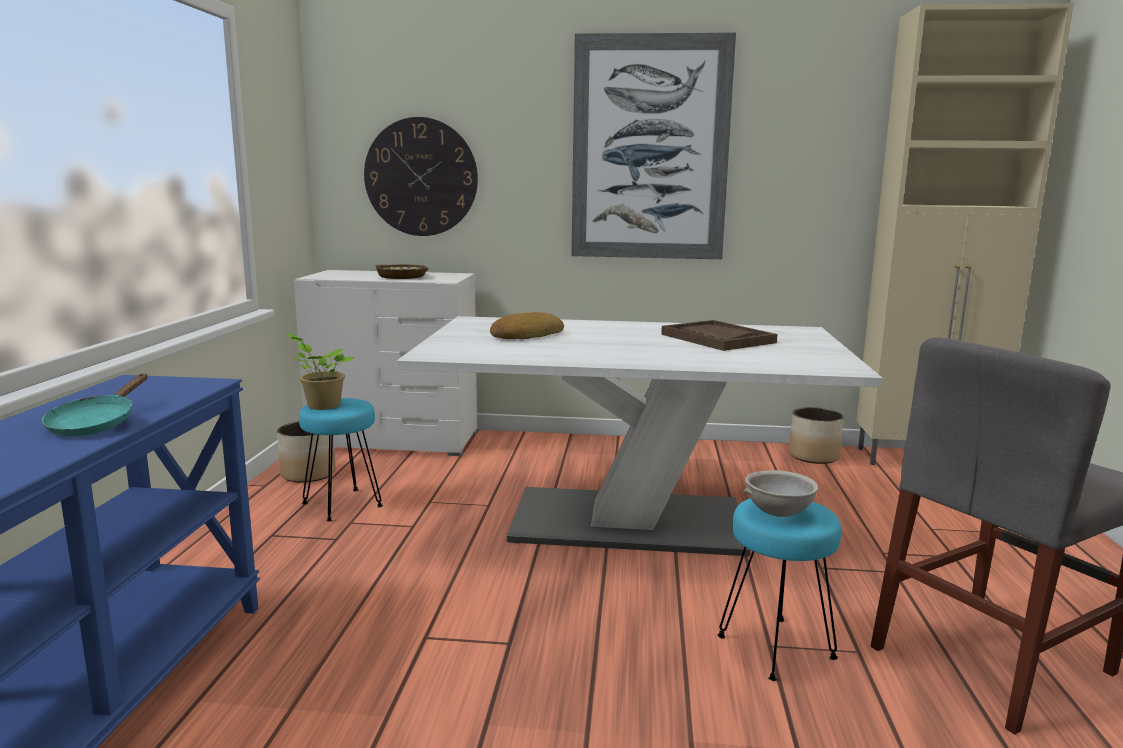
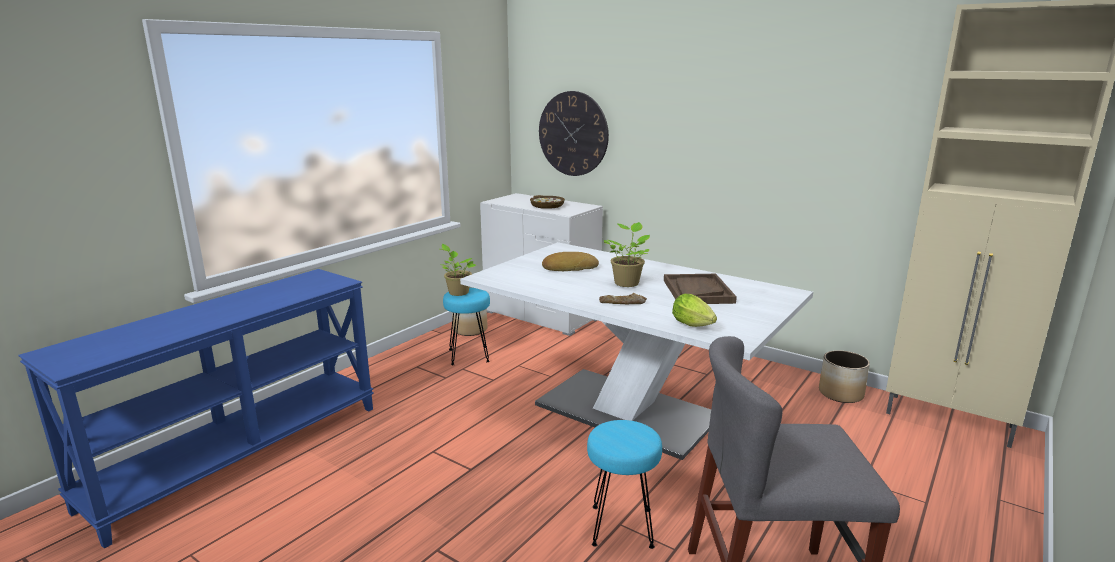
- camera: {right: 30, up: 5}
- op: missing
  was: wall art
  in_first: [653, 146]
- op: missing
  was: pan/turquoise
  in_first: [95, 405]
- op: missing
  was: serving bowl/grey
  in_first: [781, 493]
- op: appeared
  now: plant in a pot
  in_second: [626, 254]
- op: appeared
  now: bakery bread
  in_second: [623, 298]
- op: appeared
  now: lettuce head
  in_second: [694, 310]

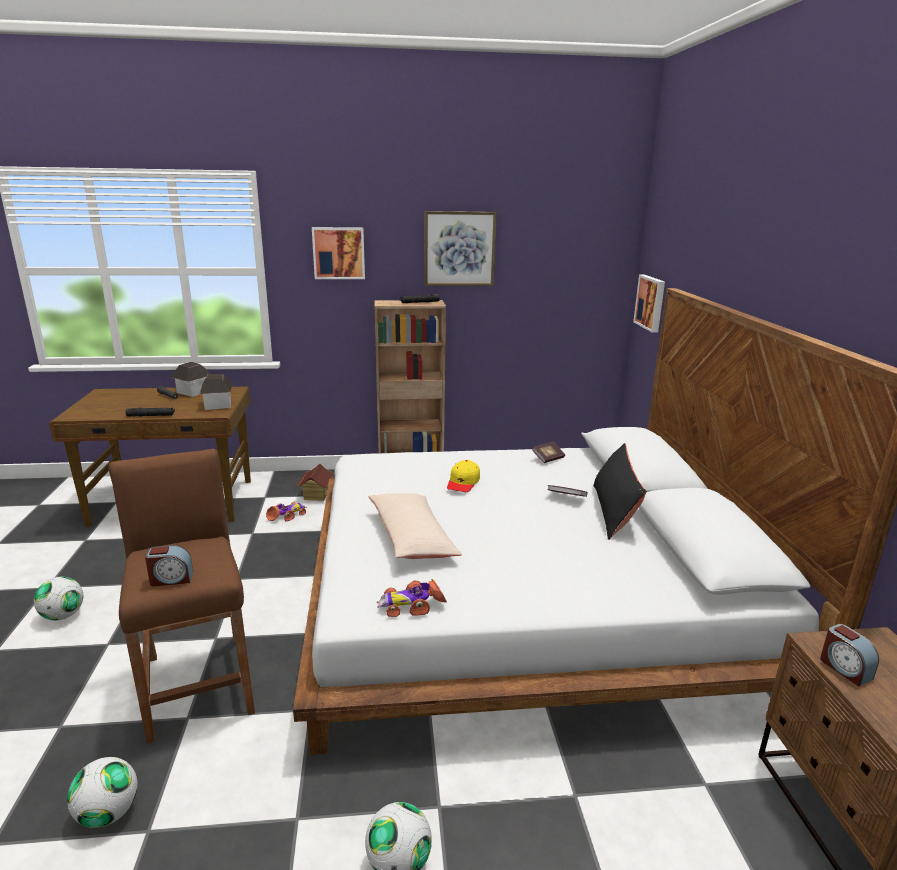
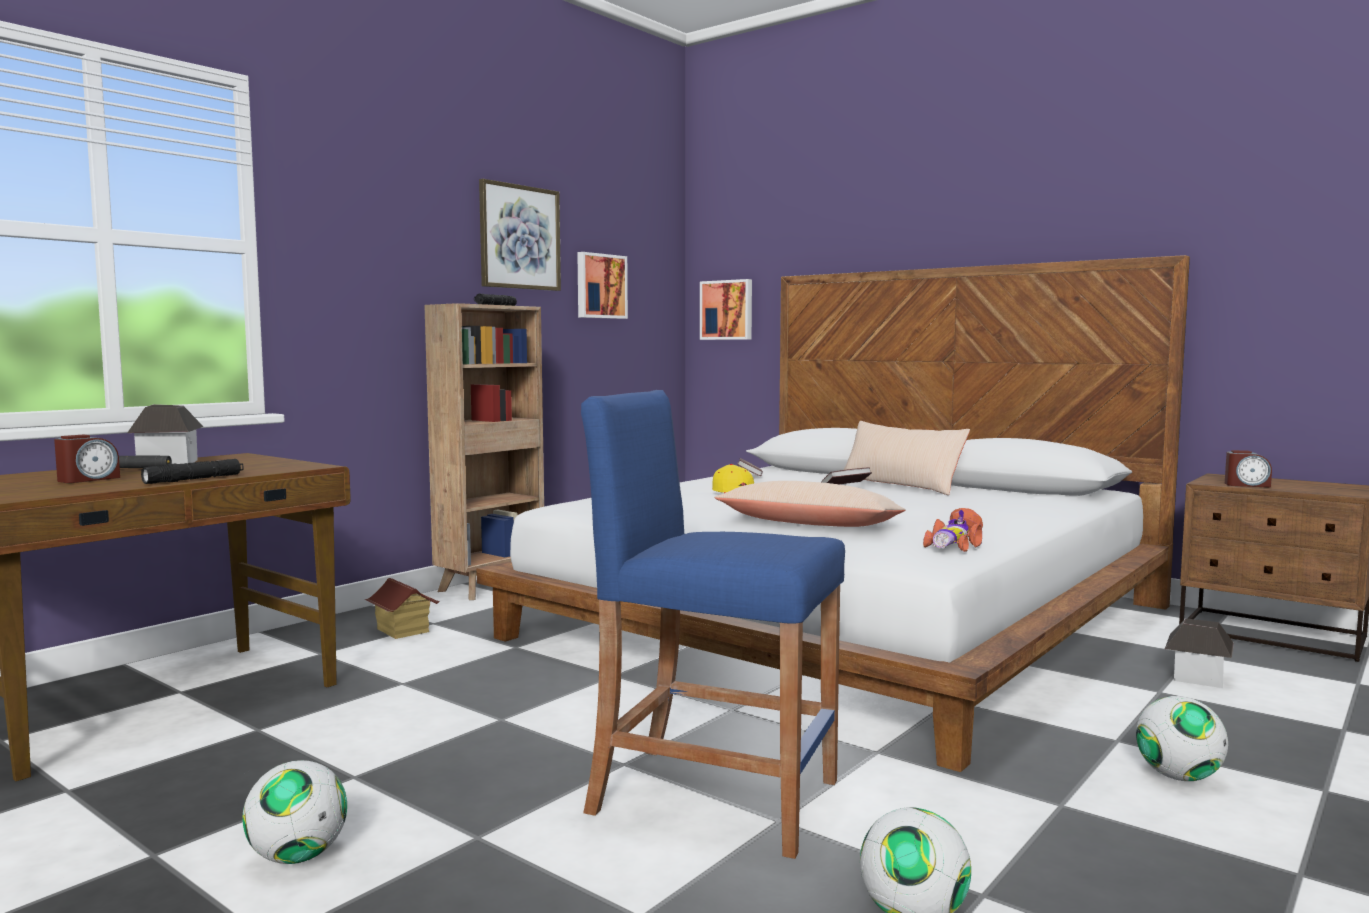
- camera: {right: -45, up: -15}
- op: relocated
  was: wall art
  in_first: [338, 253]
  in_second: [602, 285]
- op: relocated
  was: toy house
  in_first: [216, 392]
  in_second: [1199, 653]
- op: colour
  was: cushion/black-coloured
  now: cushion/beige-coloured
  in_first: [620, 491]
  in_second: [907, 458]
- op: colour
  was: stool/brown-coloured
  now: stool/blue-coloured
  in_first: [182, 596]
  in_second: [713, 624]
- op: missing
  was: model car
  in_first: [286, 511]
- op: relocated
  was: table clock
  in_first: [169, 565]
  in_second: [87, 459]

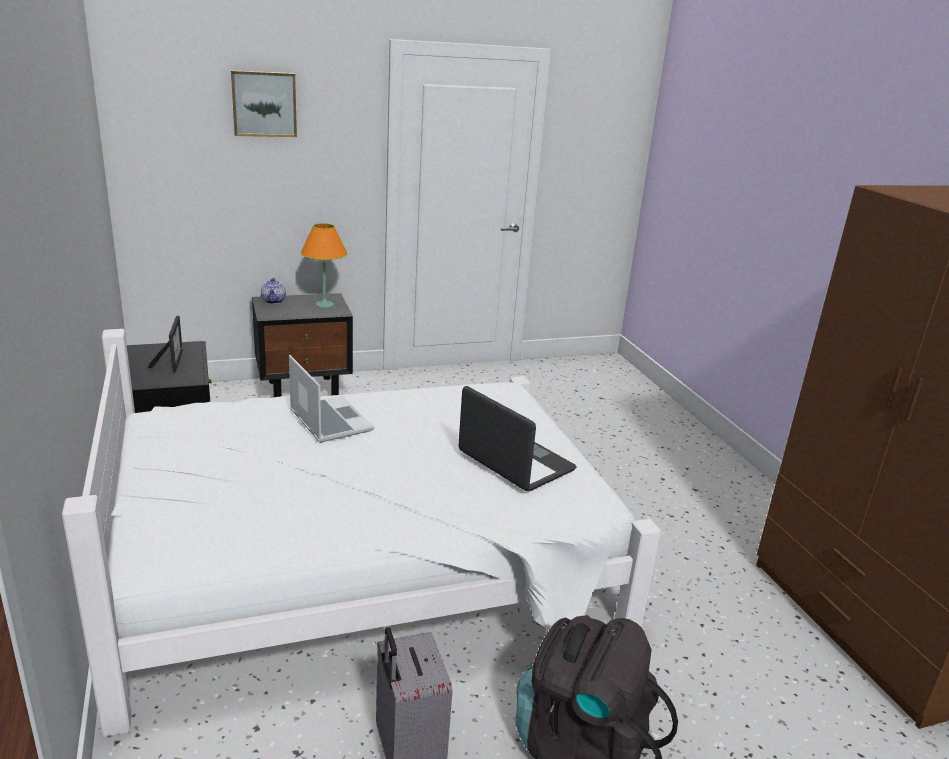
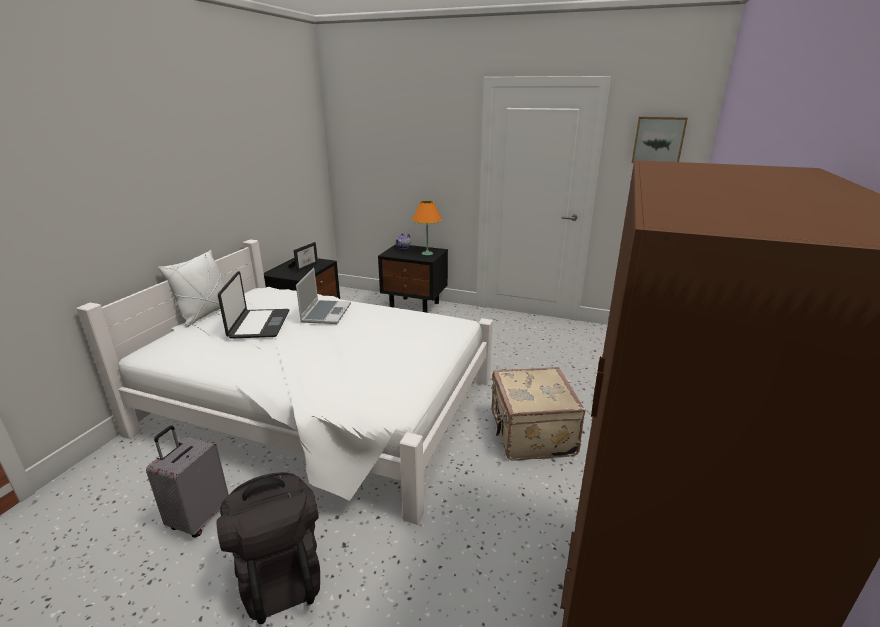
- camera: {right: 40, up: 0}
- op: relocated
  was: wall art
  in_first: [264, 103]
  in_second: [660, 140]
- op: relocated
  was: portable computer
  in_first: [517, 438]
  in_second: [253, 305]
- op: appeared
  now: cushion/white-coloured
  in_second: [191, 288]
- op: appeared
  now: suitcase/beige-coloured
  in_second: [538, 414]

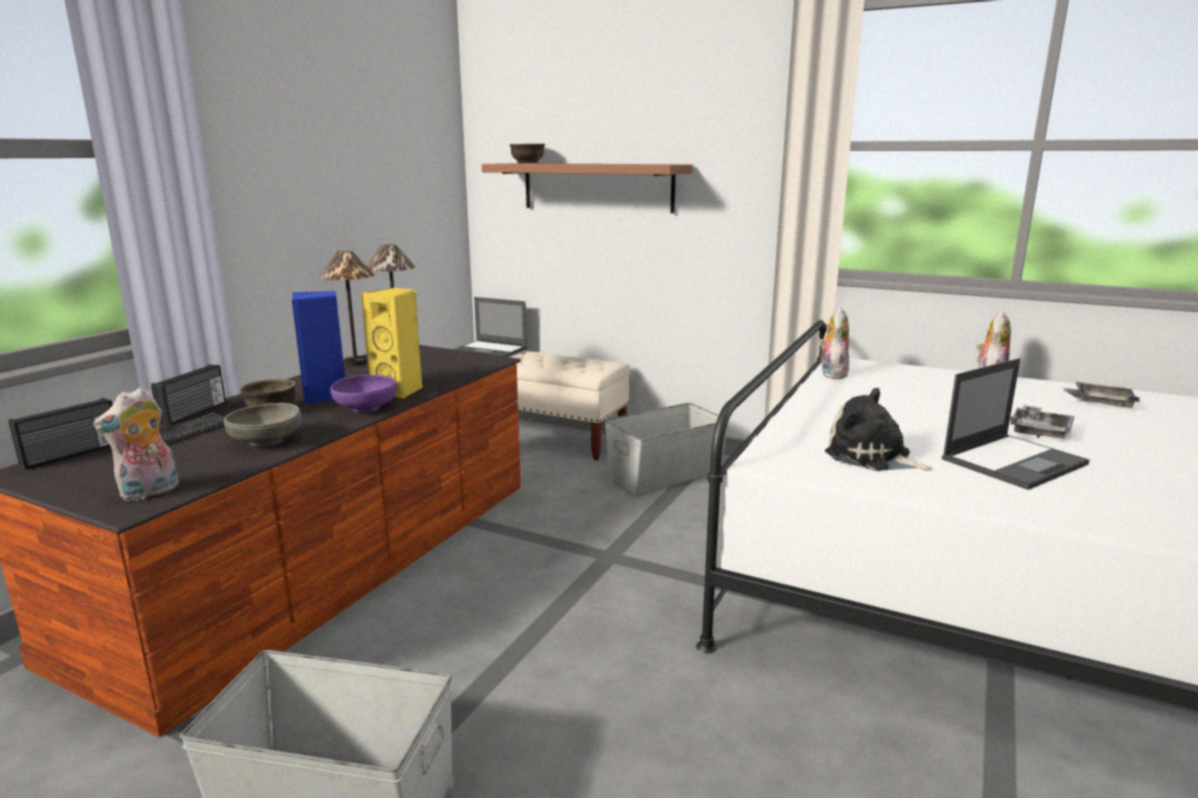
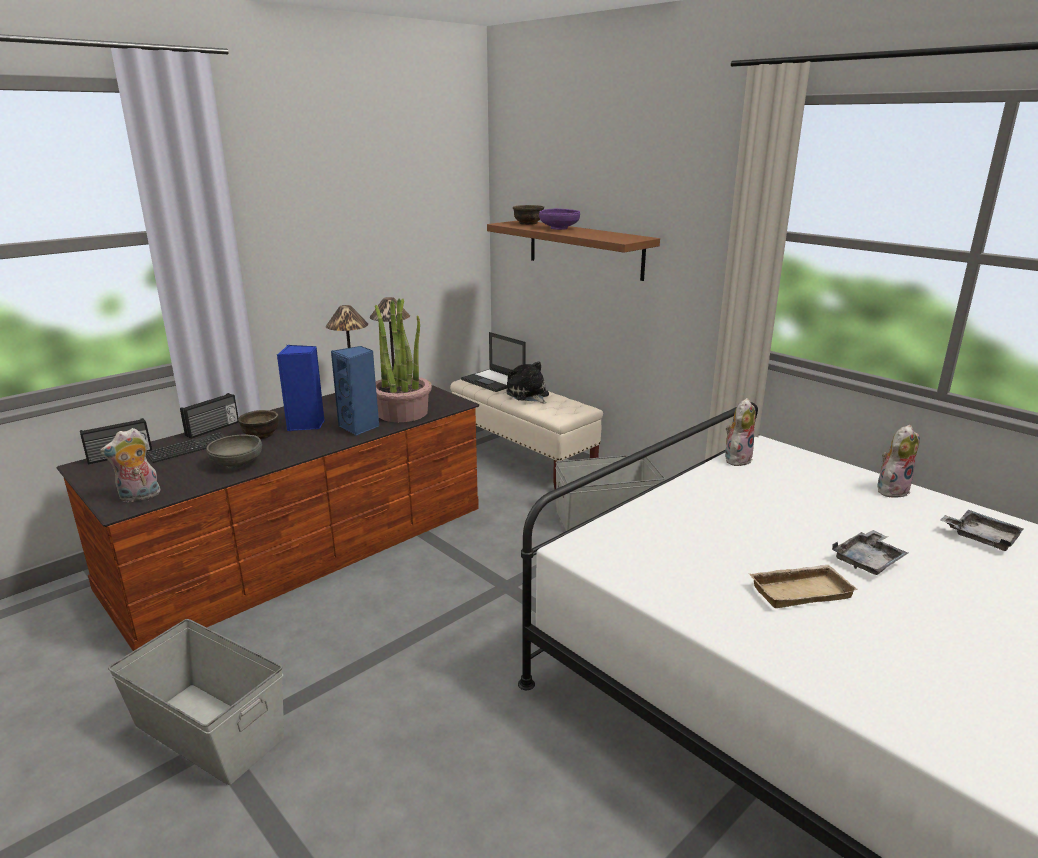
- camera: {right: 20, up: 5}
- op: colour
  was: speaker/yellow-coloured
  now: speaker/blue-coloured
  in_first: [392, 343]
  in_second: [355, 391]
- op: exchanged
  was: portable computer
  now: serving tray/beige-coloured
  in_first: [1016, 424]
  in_second: [804, 586]
- op: relocated
  was: serving bowl/purple
  in_first: [363, 394]
  in_second: [559, 219]
- op: relocated
  was: cuddly toy
  in_first: [879, 429]
  in_second: [528, 382]
- op: appeared
  now: plant in a pot
  in_second: [403, 360]

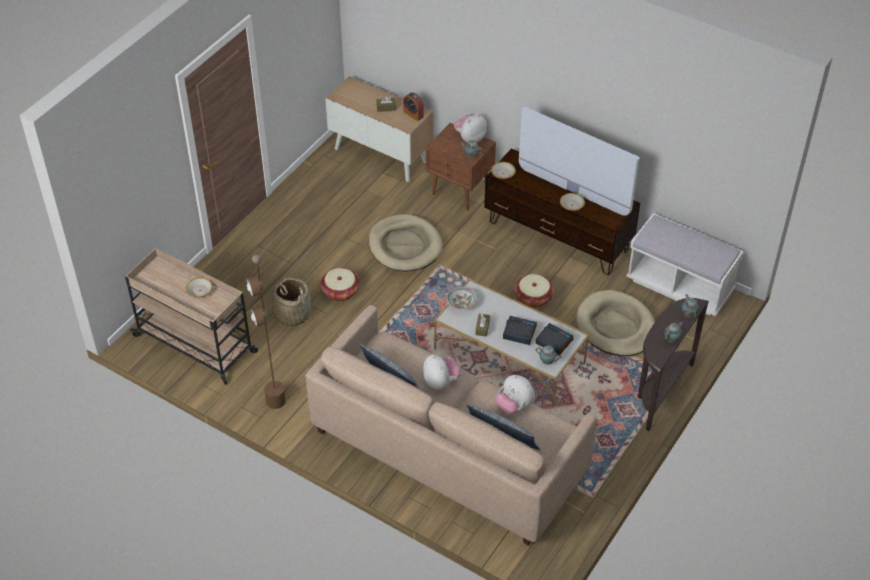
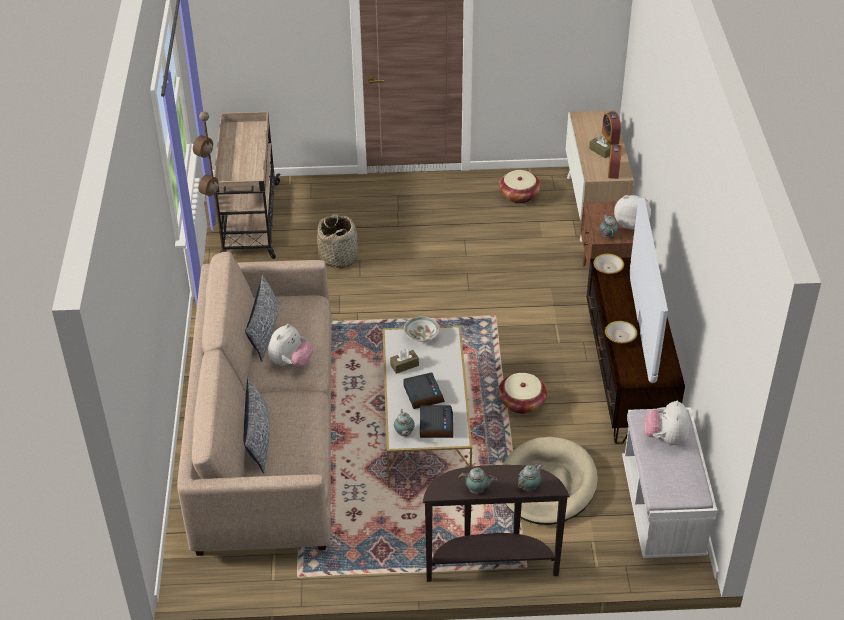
- camera: {right: 55, up: -5}
- op: missing
  was: pet bed/beige-coloured
  in_first: [405, 242]
- op: relocated
  was: household basket
  in_first: [340, 284]
  in_second: [520, 187]
- op: missing
  was: serving bowl
  in_first: [199, 287]
- op: relocated
  was: cuddly toy
  in_first: [515, 394]
  in_second: [666, 422]
- op: appeared
  now: table clock
  in_second: [611, 128]

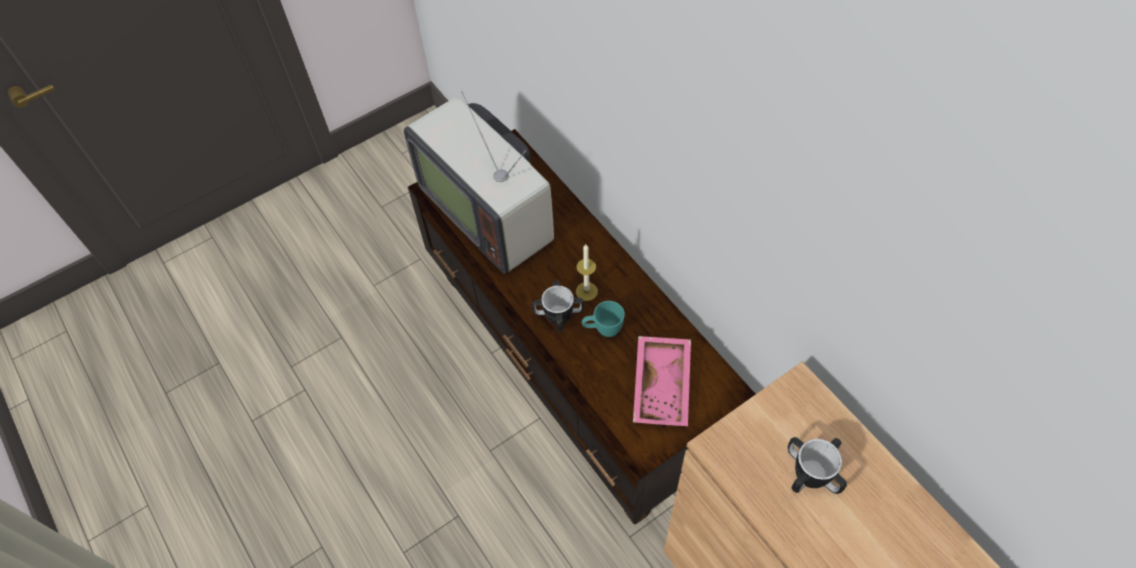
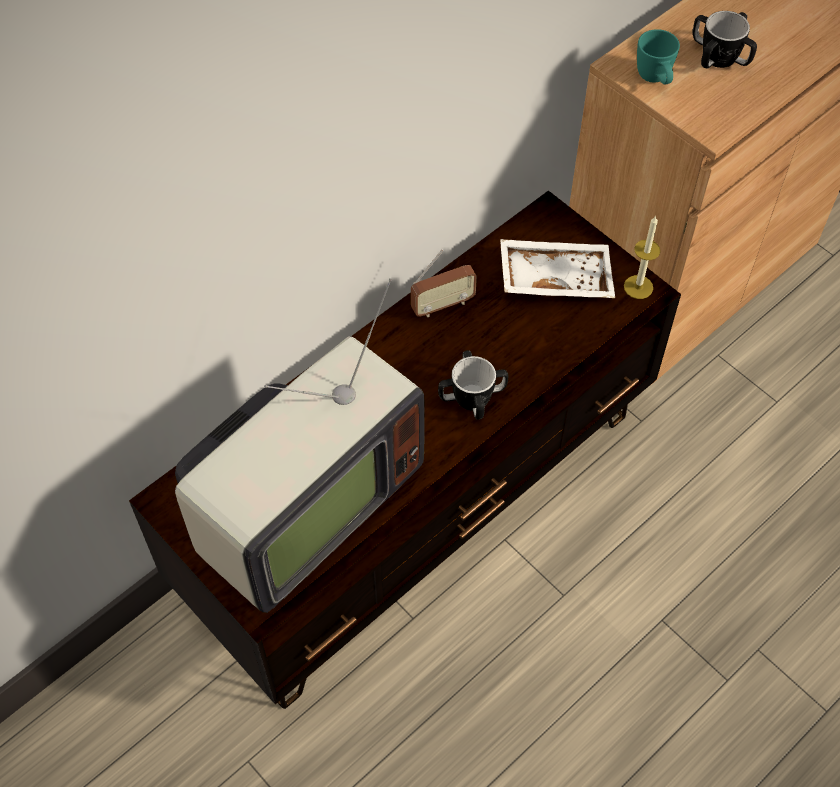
- camera: {right: -100, up: 0}
- op: relocated
  was: wax candle
  in_first: [587, 273]
  in_second: [642, 257]
- op: relocated
  was: mug/turquoise
  in_first: [603, 319]
  in_second: [658, 56]
- op: colour
  was: serving tray/pinkish
  now: serving tray/white-coloured
  in_first: [662, 381]
  in_second: [557, 268]
- op: appeared
  now: radio receiver
  in_second: [444, 283]

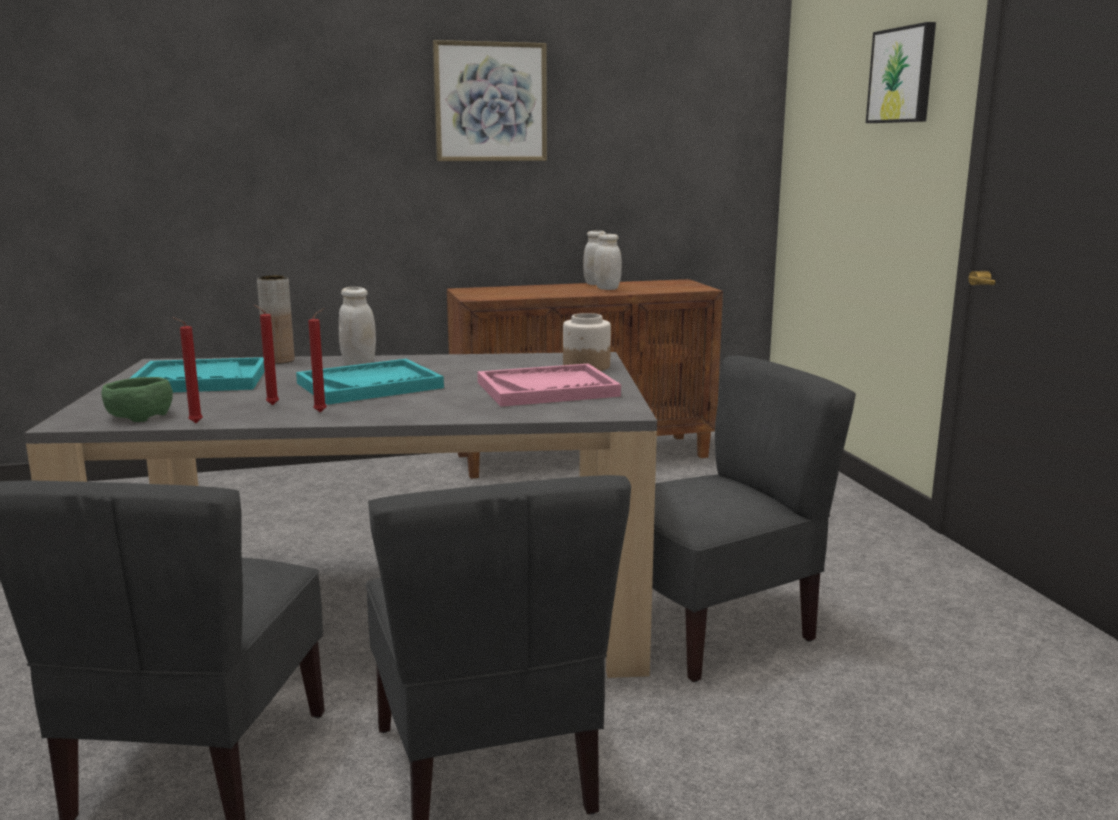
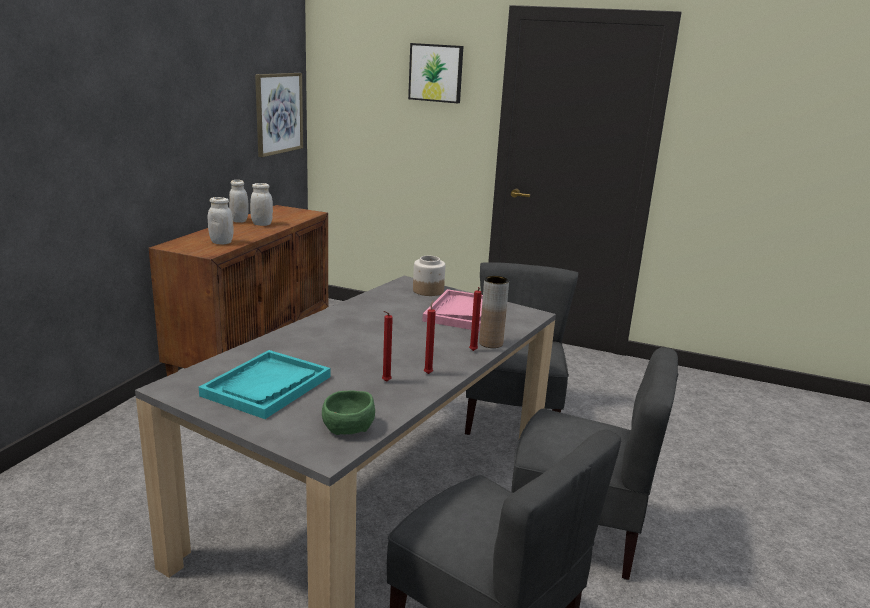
- camera: {right: -55, up: 5}
- op: relocated
  was: wall art
  in_first: [490, 100]
  in_second: [279, 115]
- op: relocated
  was: vase/brown-coloured
  in_first: [276, 319]
  in_second: [494, 312]
- op: relocated
  was: storage jar/white-coloured
  in_first: [357, 326]
  in_second: [220, 221]
- op: relocated
  was: wax candle/red-coloured
  in_first: [187, 370]
  in_second: [475, 319]
- op: missing
  was: serving tray/turquoise
  in_first: [370, 382]

